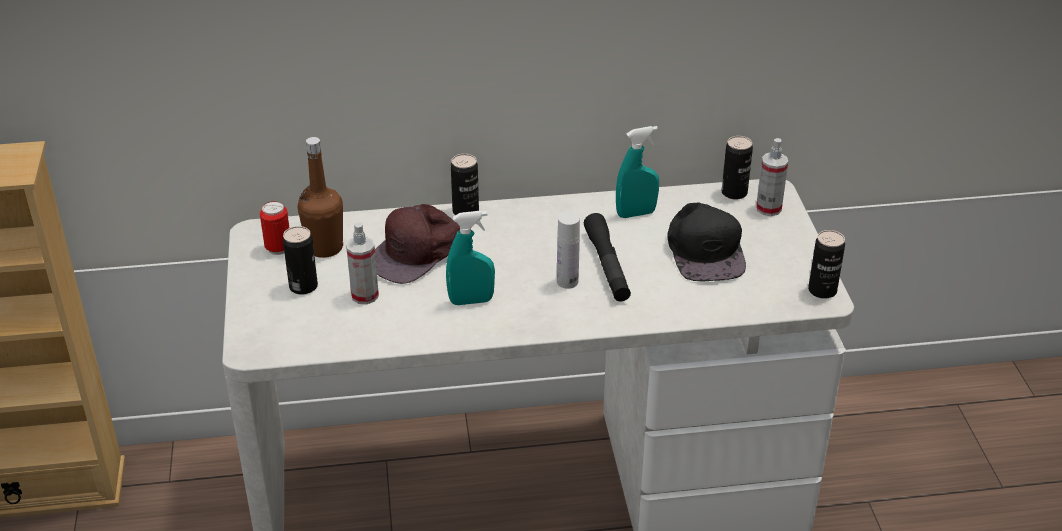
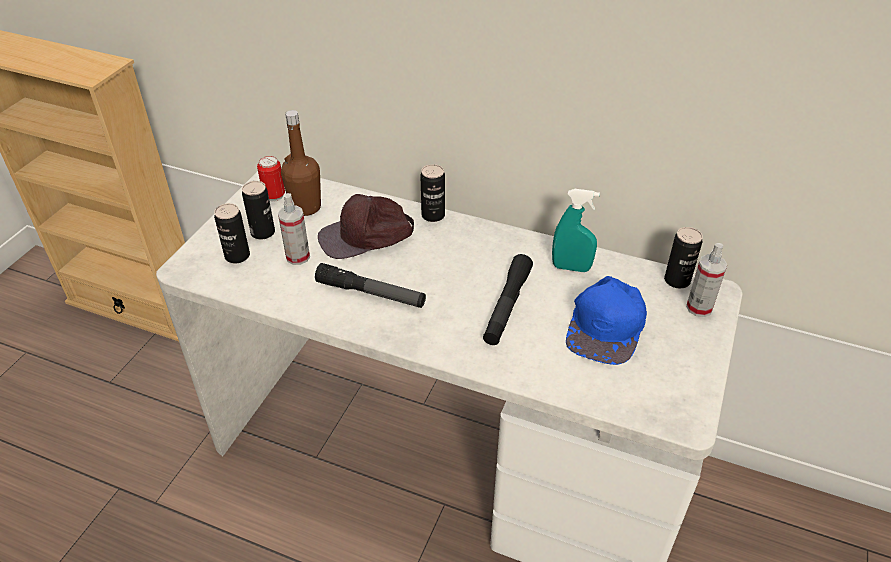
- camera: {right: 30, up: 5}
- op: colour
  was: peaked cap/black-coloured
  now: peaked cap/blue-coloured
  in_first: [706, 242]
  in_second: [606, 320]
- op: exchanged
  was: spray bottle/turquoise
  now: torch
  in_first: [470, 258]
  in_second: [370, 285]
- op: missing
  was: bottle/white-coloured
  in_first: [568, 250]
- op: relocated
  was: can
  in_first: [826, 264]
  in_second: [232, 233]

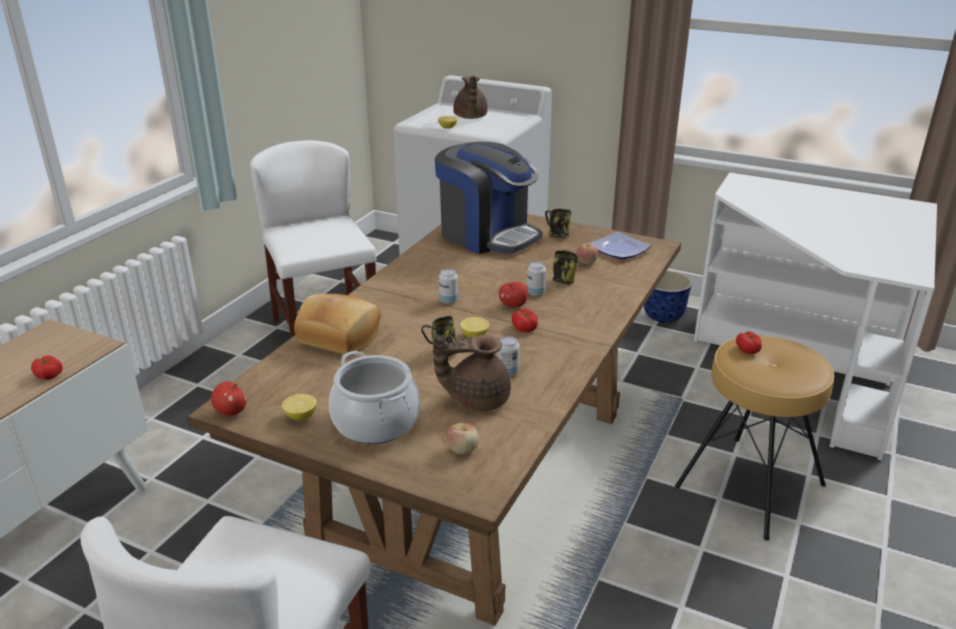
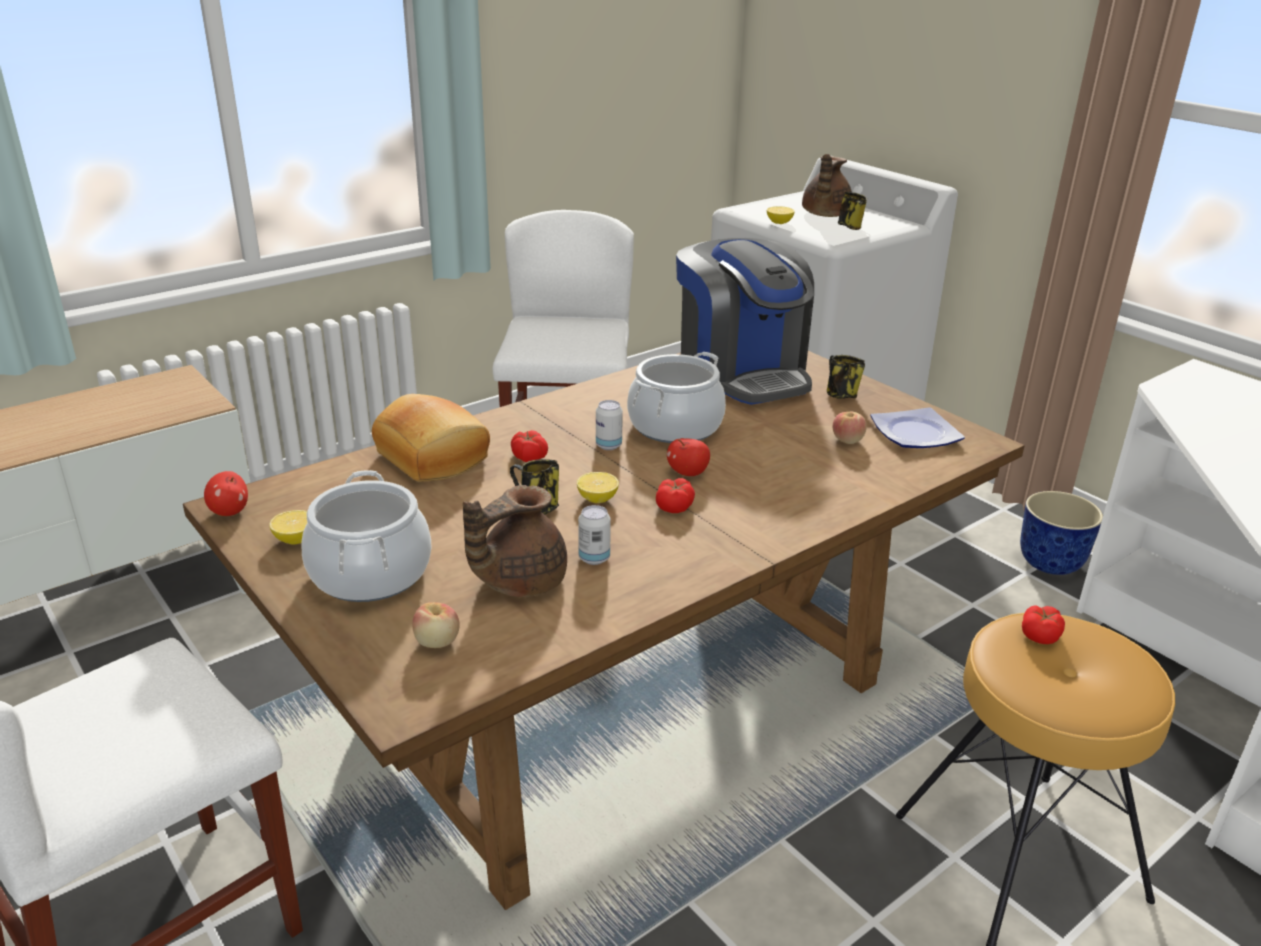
- camera: {right: 25, up: 0}
- op: relocated
  was: mug
  in_first: [566, 267]
  in_second: [852, 211]
- op: missing
  was: can
  in_first: [536, 278]
- op: spun
  was: pot for tea/brown-coloured
  in_first: [472, 372]
  in_second: [515, 541]
  clockwise: -60
- op: relocated
  was: fresh tomato
  in_first: [47, 367]
  in_second: [529, 446]
- op: appeared
  now: stockpot
  in_second: [676, 397]

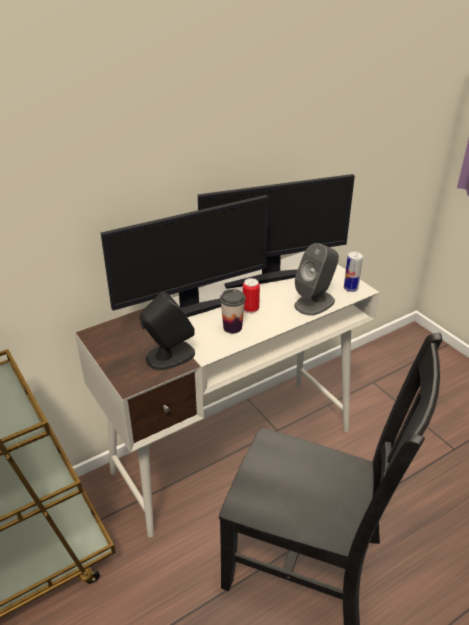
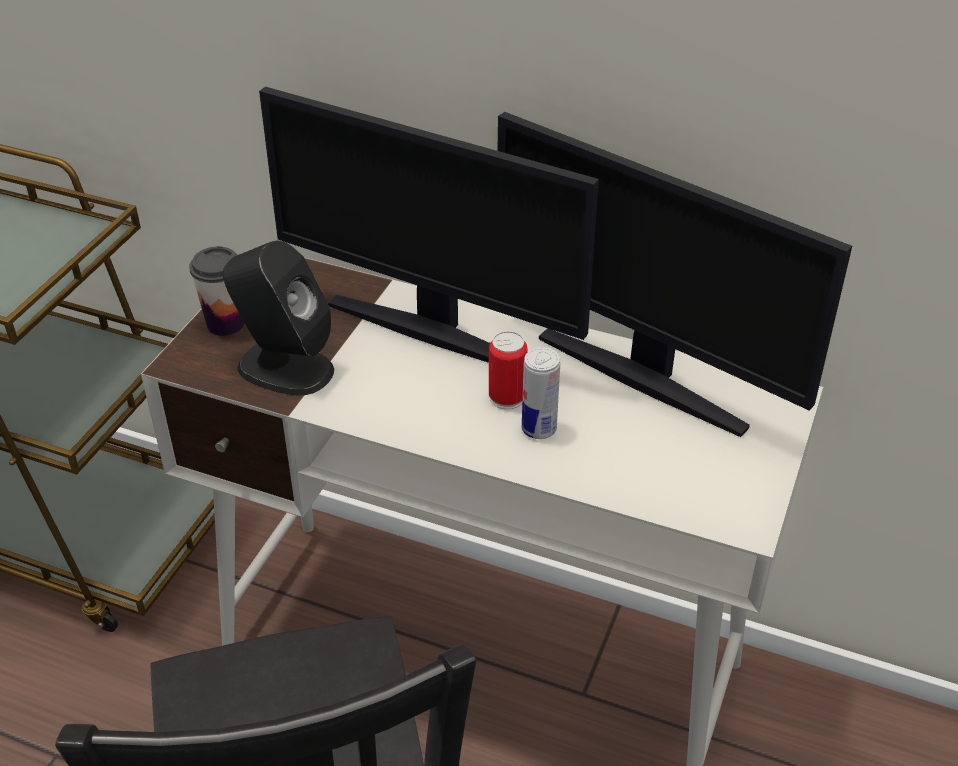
- camera: {right: 55, up: 5}
- op: missing
  was: speaker/grey
  in_first: [316, 279]
- op: relocated
  was: can
  in_first: [353, 272]
  in_second: [541, 393]
- op: relocated
  was: small cup
  in_first: [233, 311]
  in_second: [217, 291]

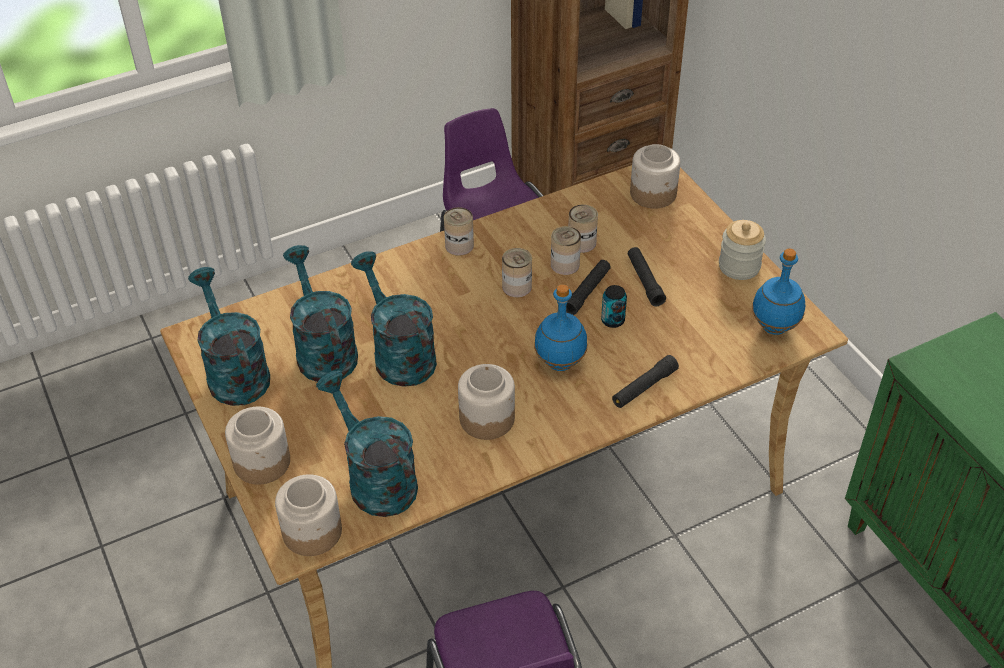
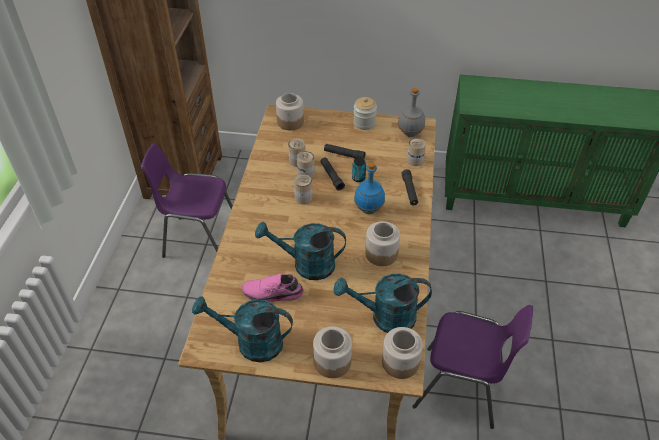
- camera: {right: -55, up: 0}
- op: relocated
  was: can
  in_first: [459, 231]
  in_second: [416, 152]
- op: exchanged
  was: watering can/turquoise
  now: item of footwear/pinkish
  in_first: [320, 313]
  in_second: [272, 287]
- op: colour
  was: bottle/blue-coloured
  now: bottle/grey
  in_first: [778, 292]
  in_second: [411, 112]

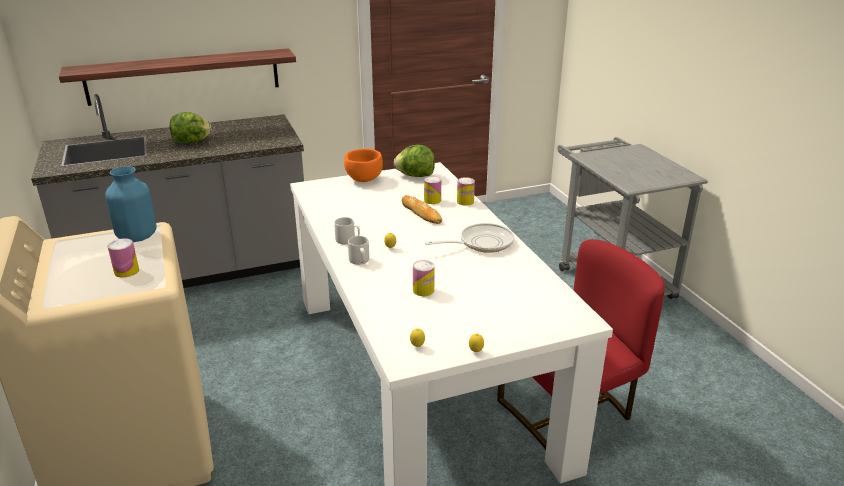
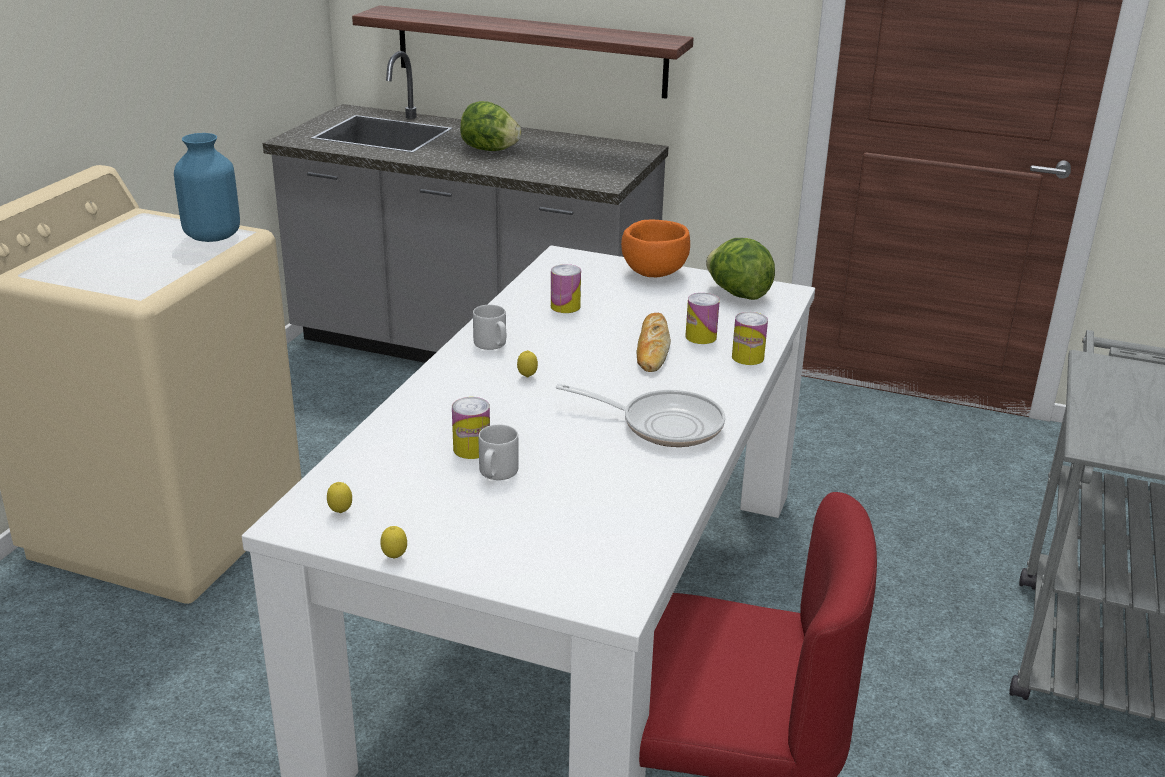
- camera: {right: 40, up: 0}
- op: relocated
  was: mug/grey
  in_first: [358, 250]
  in_second: [498, 452]
- op: relocated
  was: can
  in_first: [123, 258]
  in_second: [566, 288]

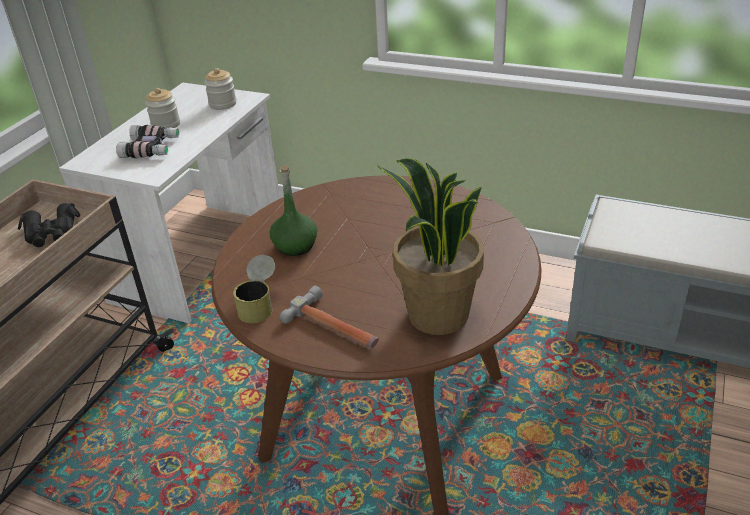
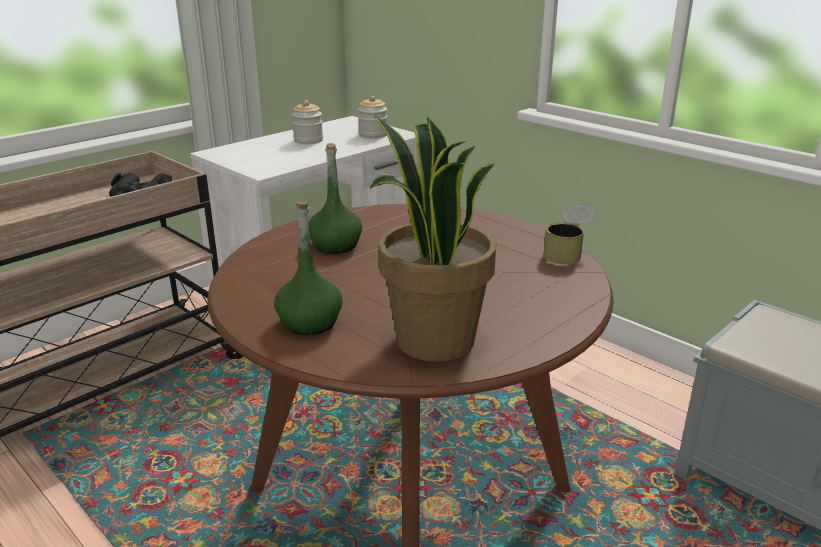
- camera: {right: 20, up: -10}
- op: missing
  was: field glasses
  in_first: [147, 141]
- op: relocated
  was: can
  in_first: [254, 288]
  in_second: [569, 233]
- op: exchanged
  was: tool hammer
  now: bottle/greenish
  in_first: [329, 317]
  in_second: [308, 268]

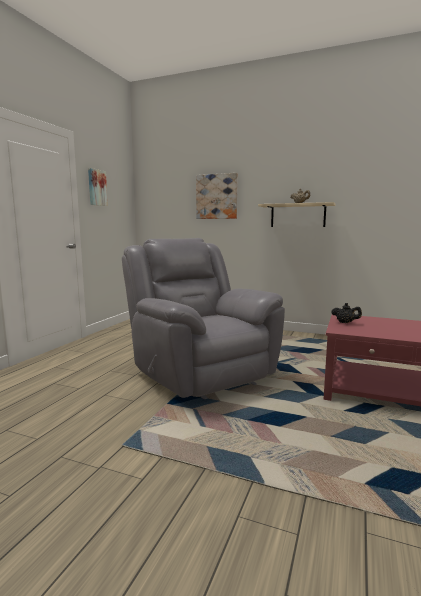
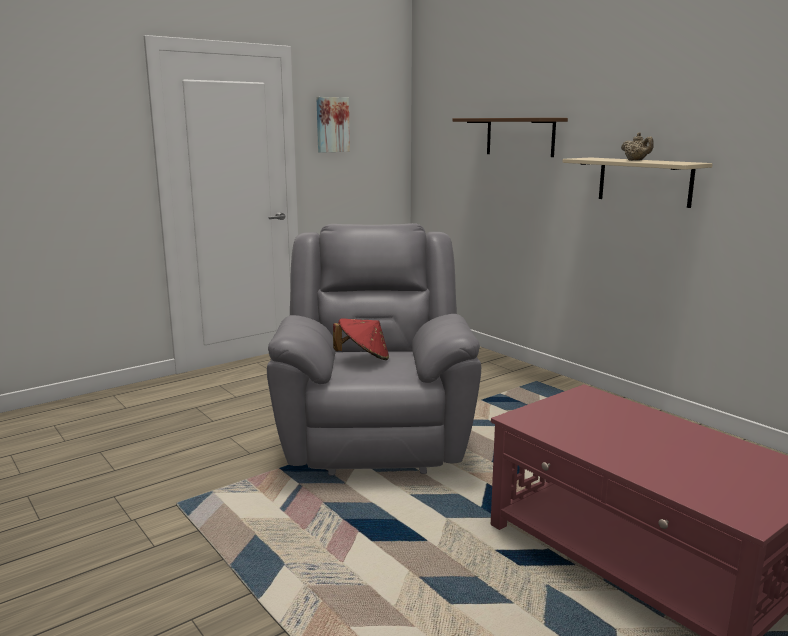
- camera: {right: 30, up: 5}
- op: exchanged
  was: wall art
  now: wall shelf/brown-coloured
  in_first: [217, 196]
  in_second: [510, 137]
- op: missing
  was: pot for tea/black-coloured
  in_first: [346, 313]
- op: appeared
  now: wearable hat/red-coloured
  in_second: [361, 339]

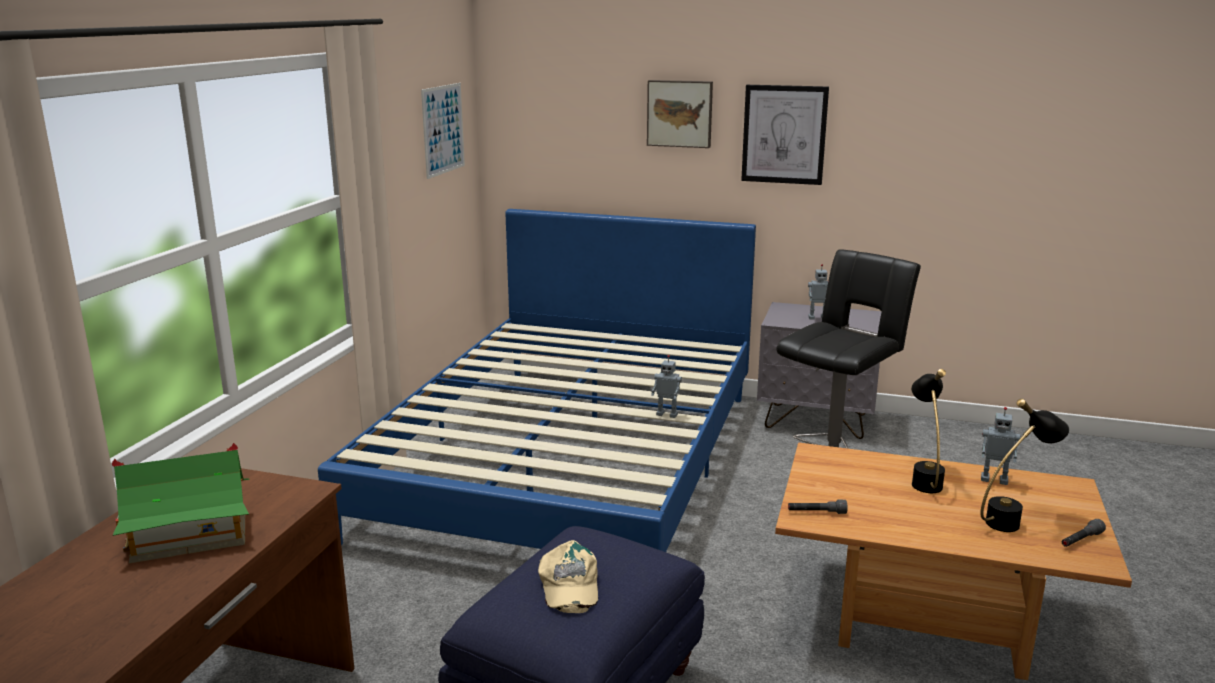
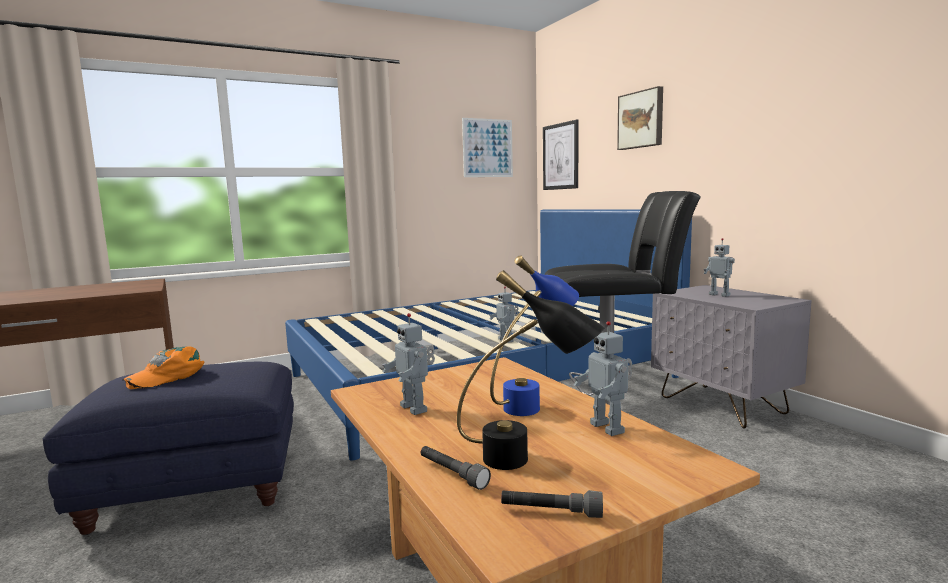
- camera: {right: 45, up: -10}
- op: relocated
  was: wall art
  in_first: [785, 135]
  in_second: [560, 155]
- op: colour
  was: table lamp/black-coloured
  now: table lamp/blue-coloured
  in_first: [928, 431]
  in_second: [534, 335]
- op: missing
  was: toy house
  in_first: [181, 503]
- op: relocated
  was: torch/grey
  in_first: [818, 506]
  in_second: [456, 468]
- op: colour
  was: peaked cap/beige-coloured
  now: peaked cap/orange-coloured
  in_first: [568, 576]
  in_second: [164, 367]
- op: appeared
  now: robot figure
  in_second: [408, 364]

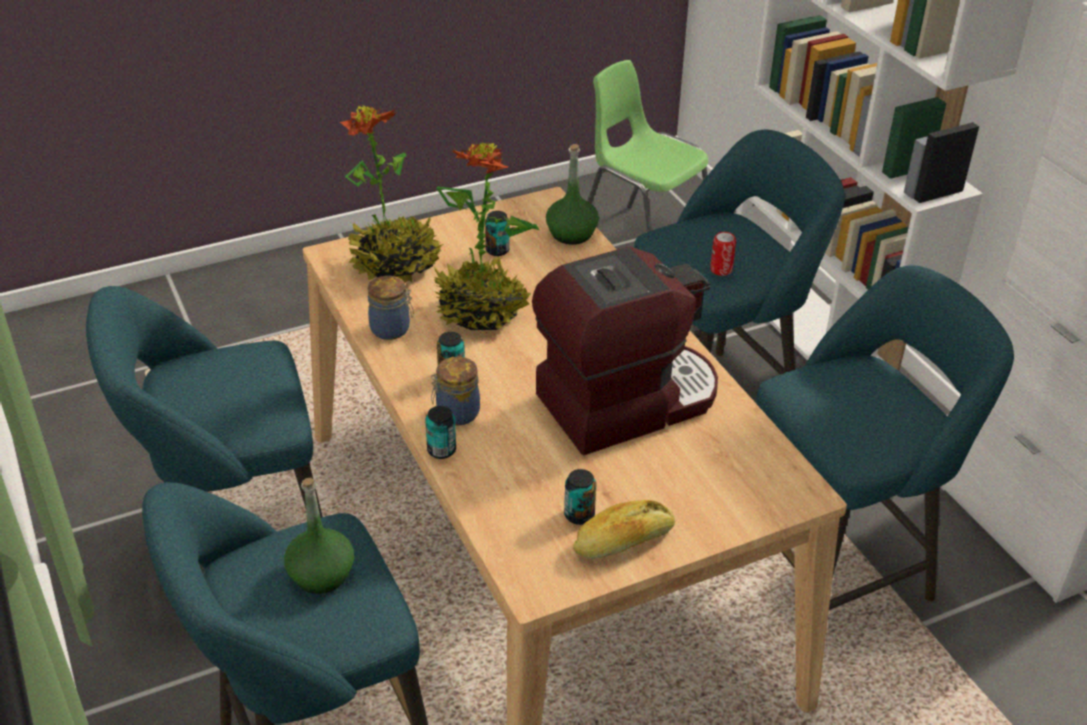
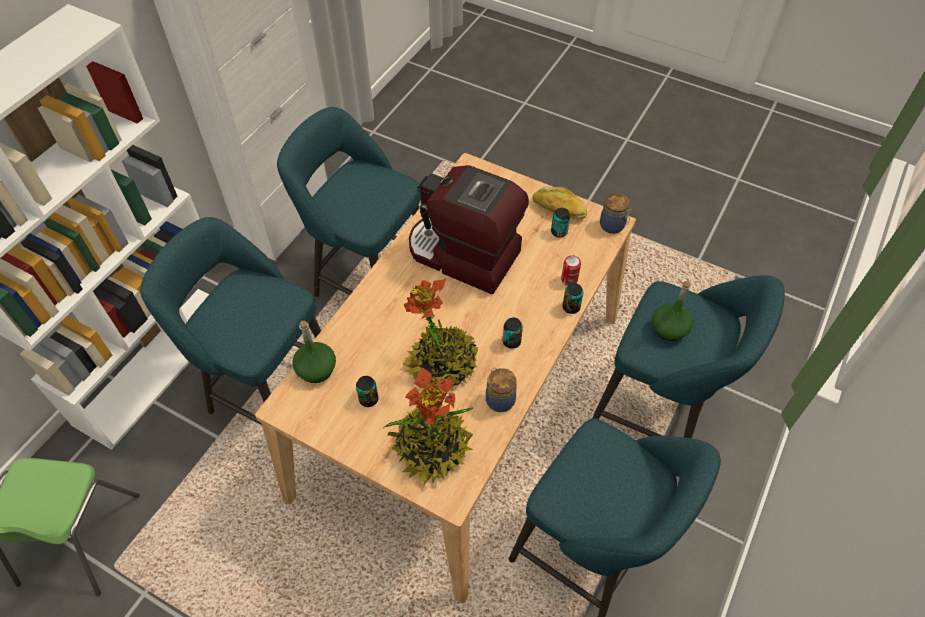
- camera: {right: -125, up: 15}
- op: relocated
  was: can
  in_first: [723, 254]
  in_second: [571, 270]
- op: relocated
  was: storage jar
  in_first: [455, 391]
  in_second: [615, 213]

